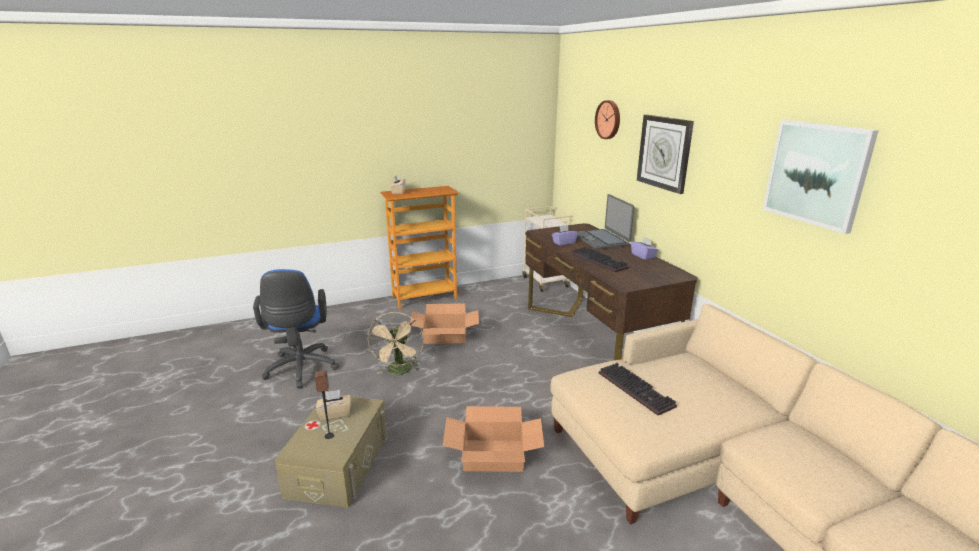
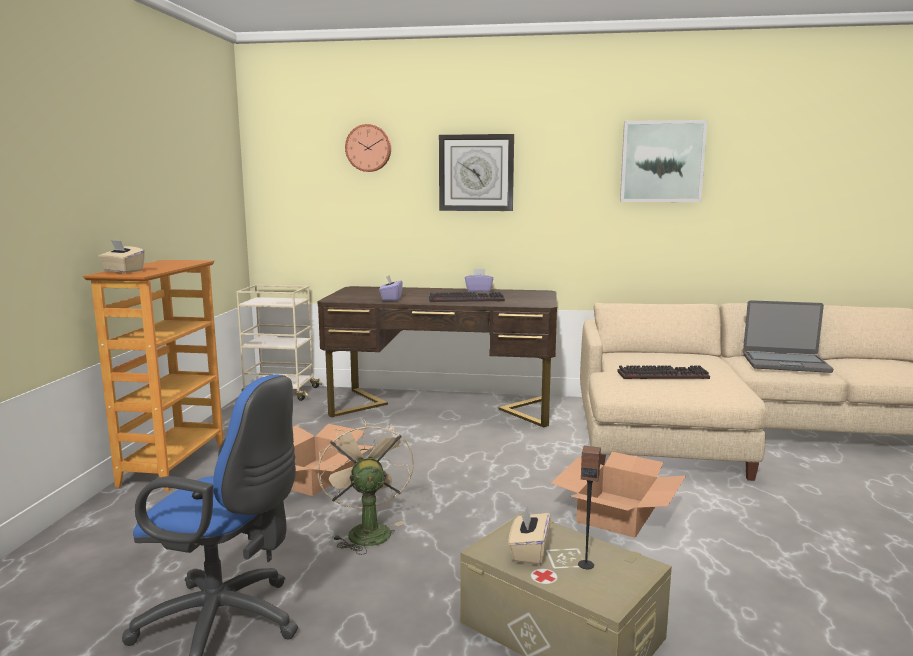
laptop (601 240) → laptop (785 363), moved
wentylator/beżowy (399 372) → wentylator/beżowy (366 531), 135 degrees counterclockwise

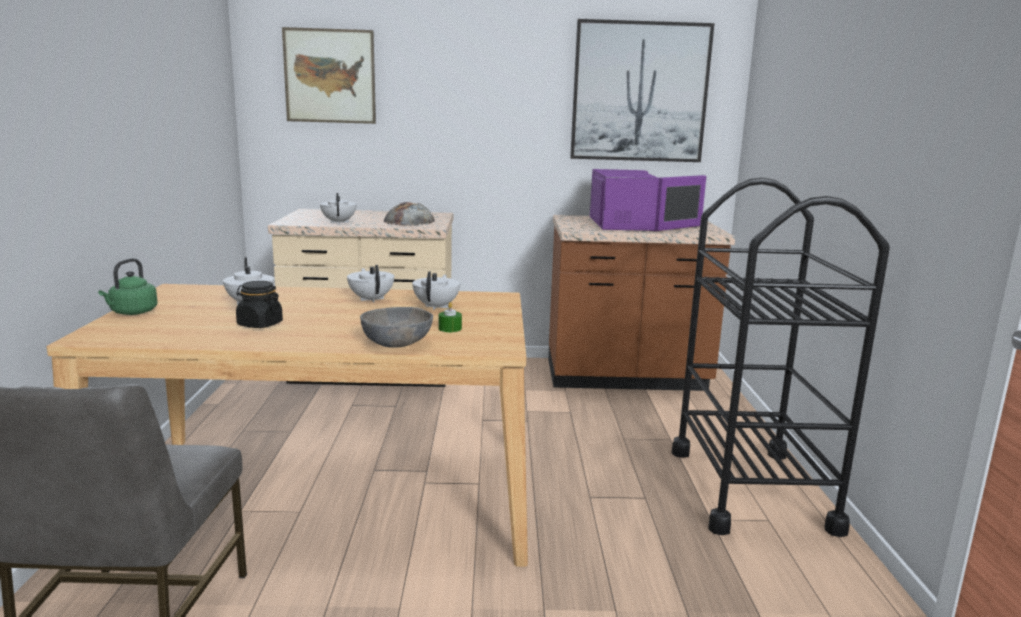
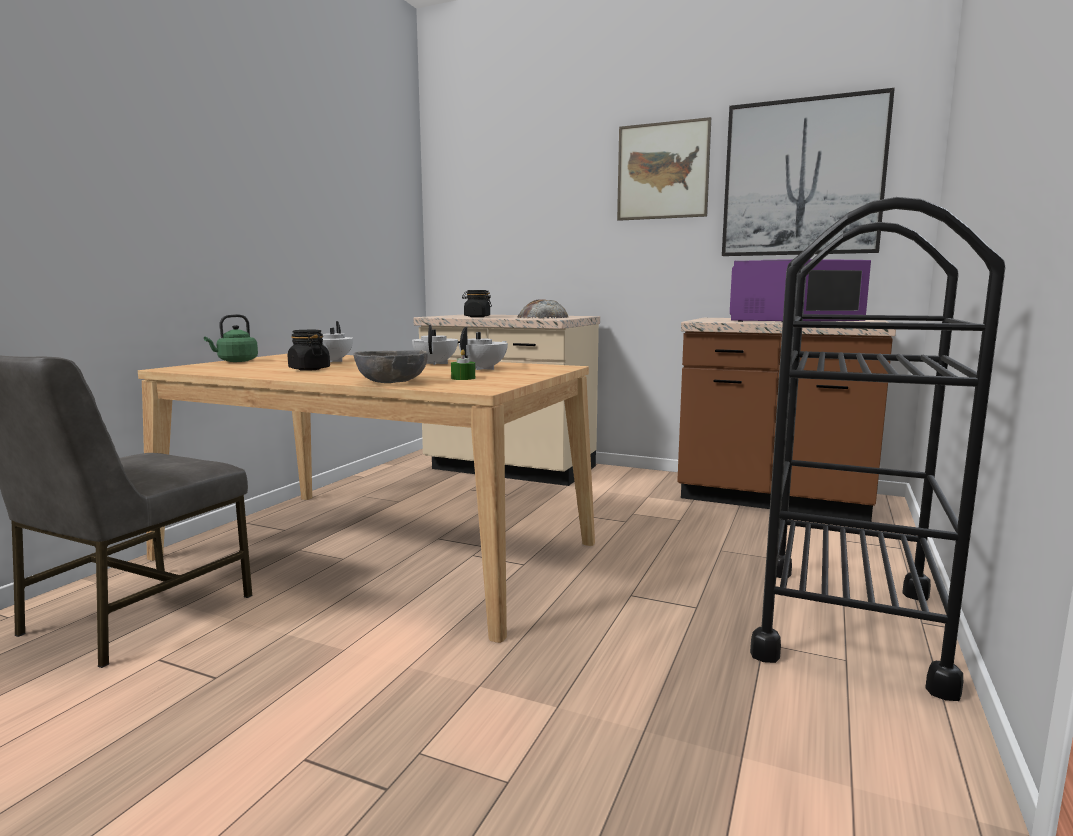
obraz (330 76) → obraz (662 171), moved
imbryk/biały (339 222) → słoik/czarny (477 317)

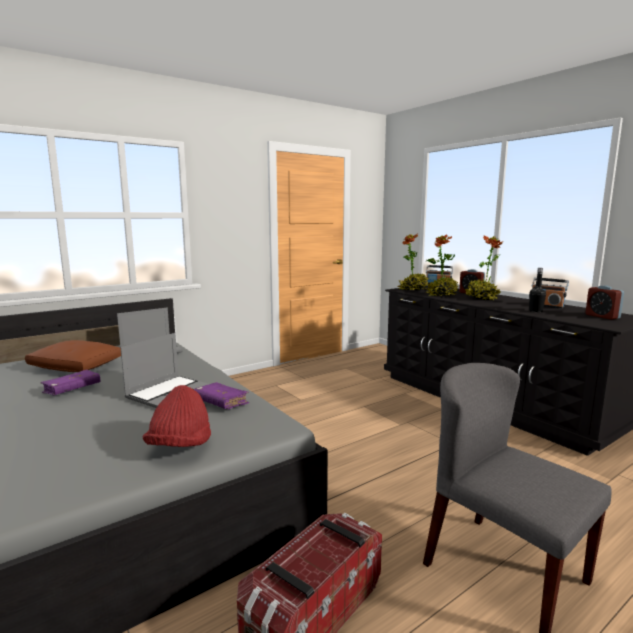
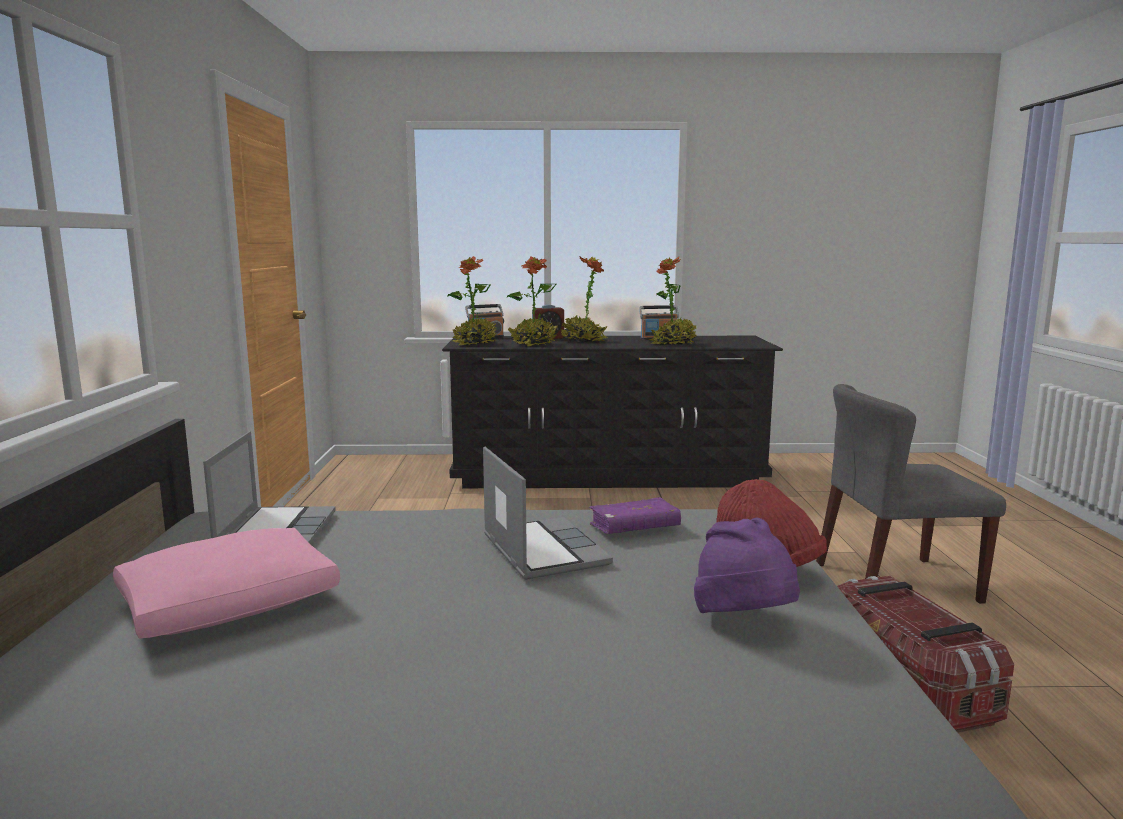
książka/fioletowy (72 389) → -
budzik (602 316) → -
- → kapelusz/fioletowy (745 622)
butelka/czarny (535 311) → roślina doniczkowa (673 344)
poduszka/brązowy (77 367) → poduszka/różowy (232 604)

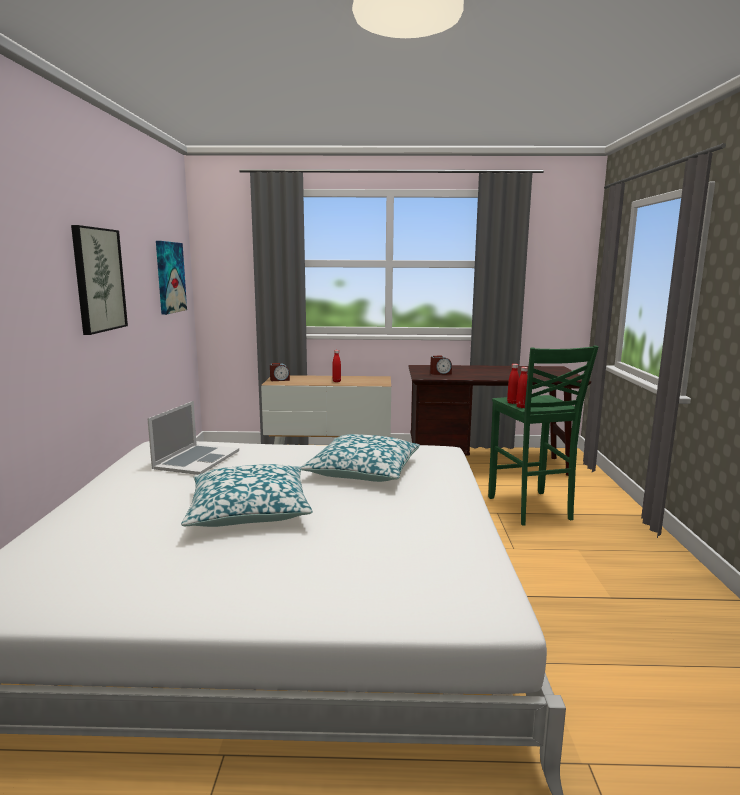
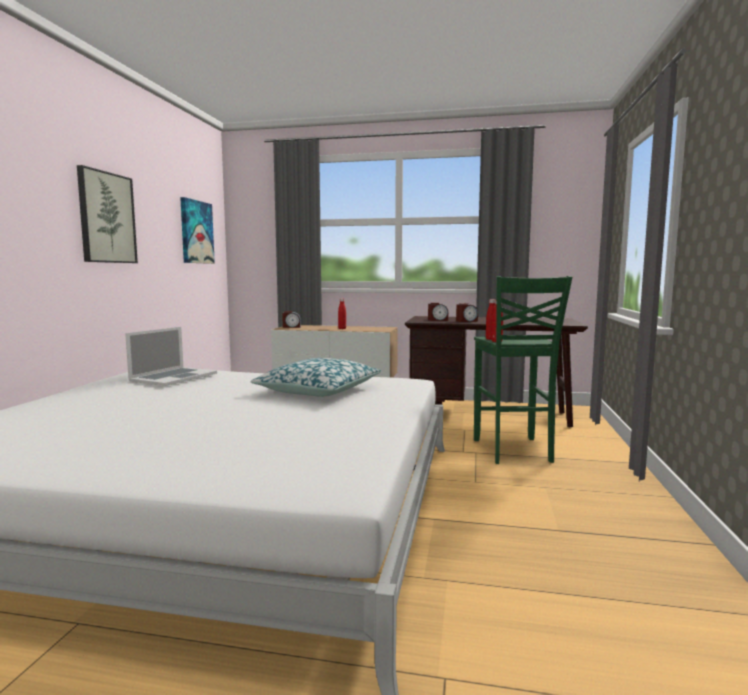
poduszka (249 510) → -
- → budzik (466 321)

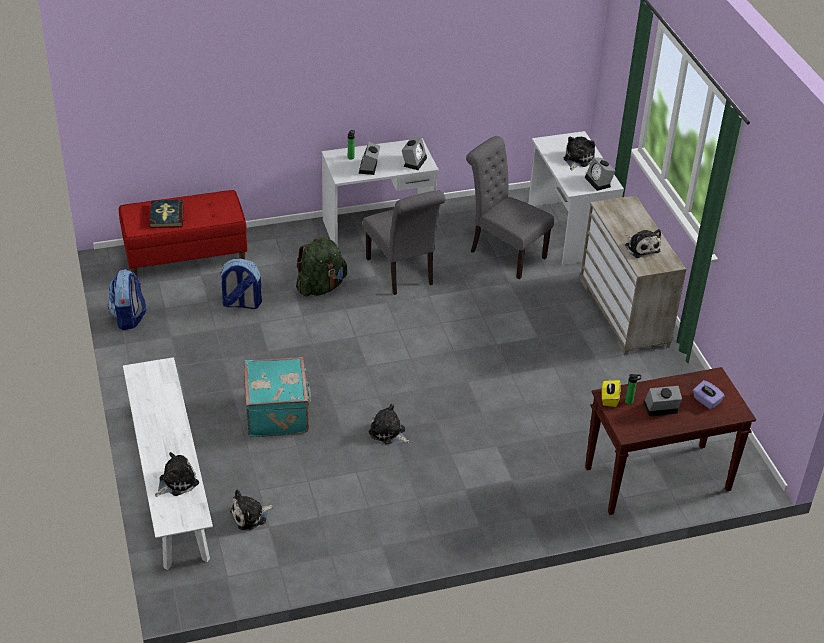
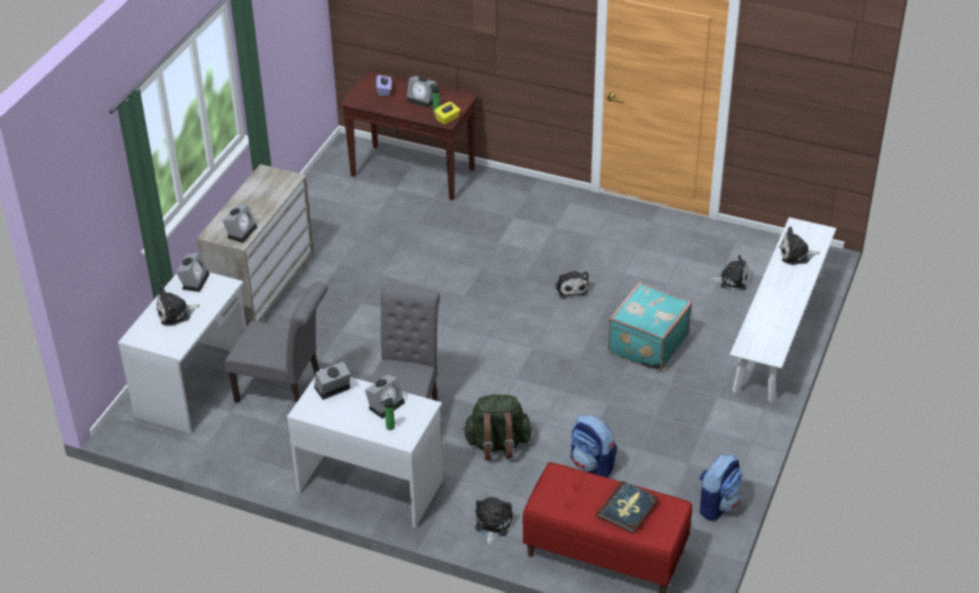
- → budzik (241 231)
pluszak (641 247) → pluszak (492 525), moved
krzesło/szary (503 253) → krzesło/szary (285 393), 60 degrees counterclockwise

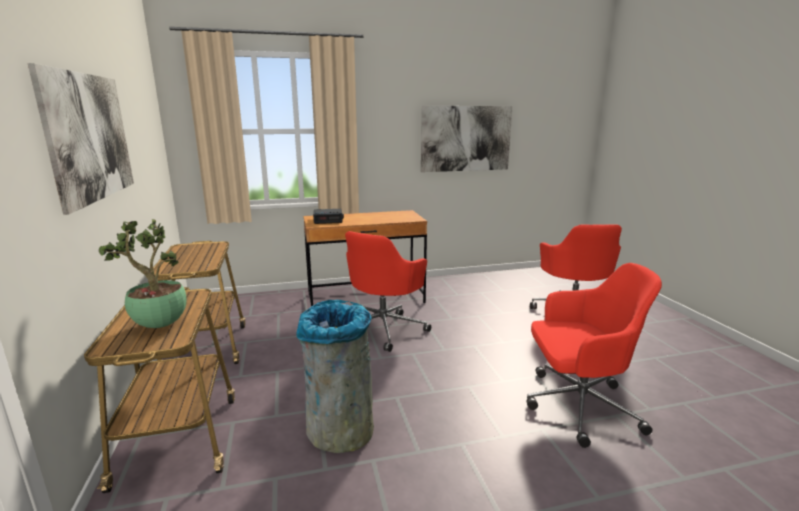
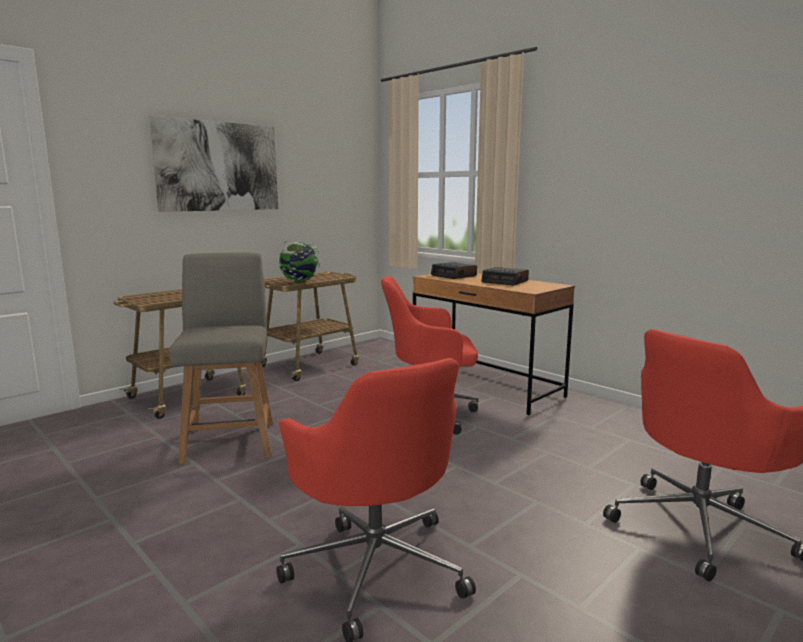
roślina doniczkowa (159 325) → -
obraz (466 138) → -
- → globus (299 281)
- → budzik (505 281)
kosz na śmieci/szary (339 429) → krzesło/szary (230 440)

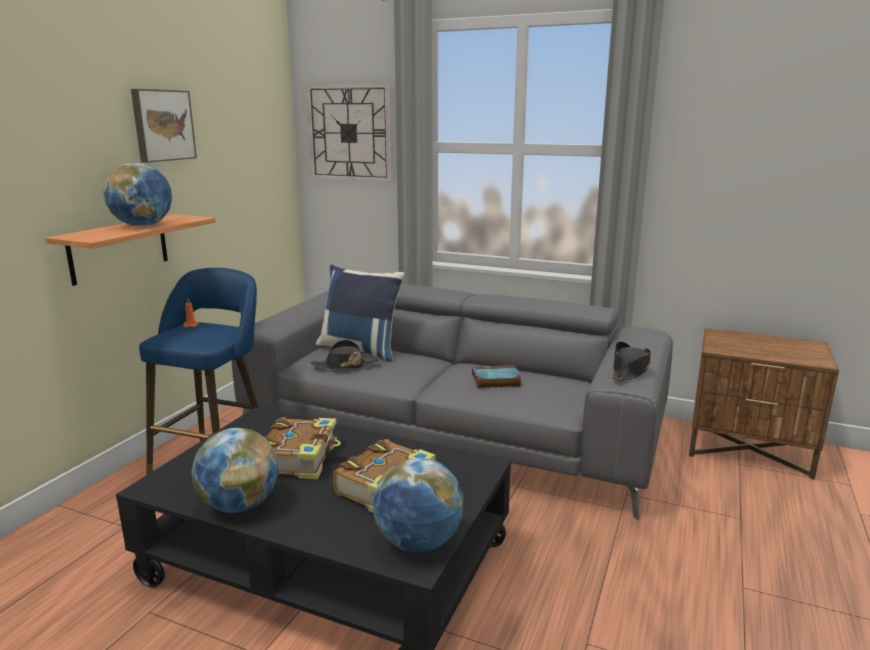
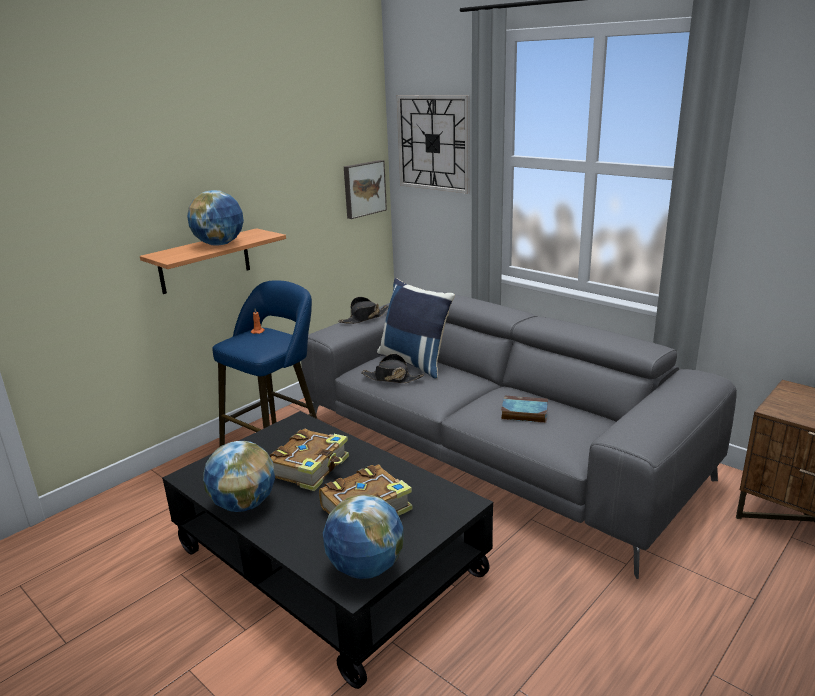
obraz (162 125) → obraz (363 188), moved
kapelusz/czarny (630 370) → kapelusz/czarny (364 318), moved

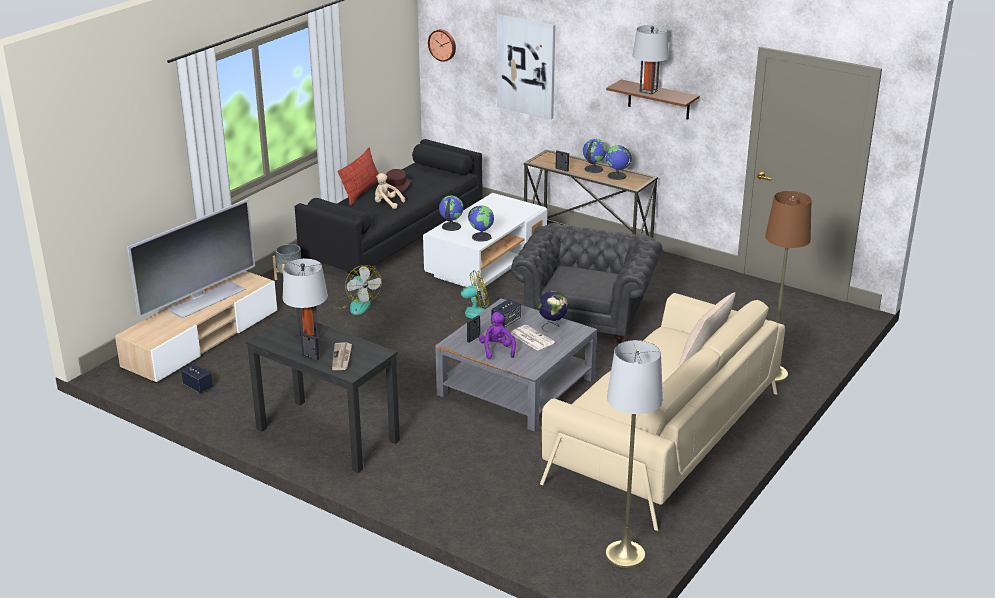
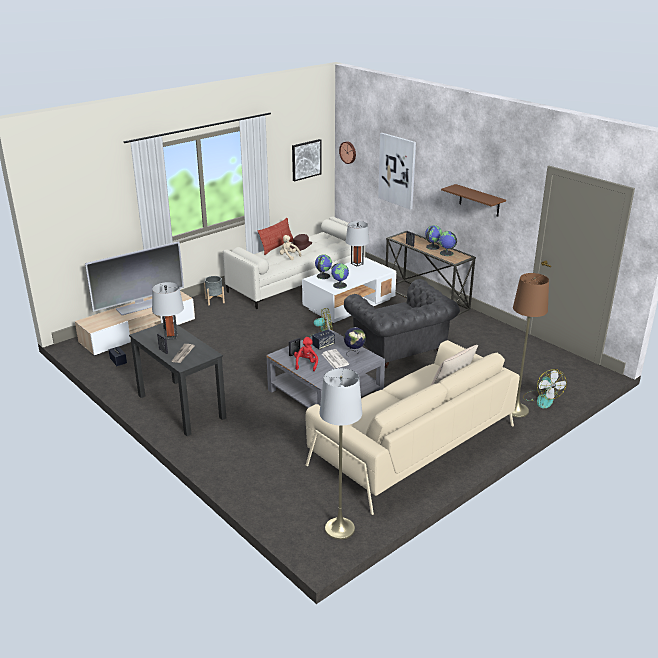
- → obraz (306 159)
wentylator (357 304) → wentylator (542 399), moved
lampa stołowa/szary (648 91) → lampa stołowa/szary (357 263), moved
kanapa/czarny (394 236) → kanapa/beżowy (297 280)
pluszak/fioletowy (497 350) → pluszak/czerwony (306 364)
fotel/szary (586 315) → fotel/szary (400 349), 120 degrees clockwise

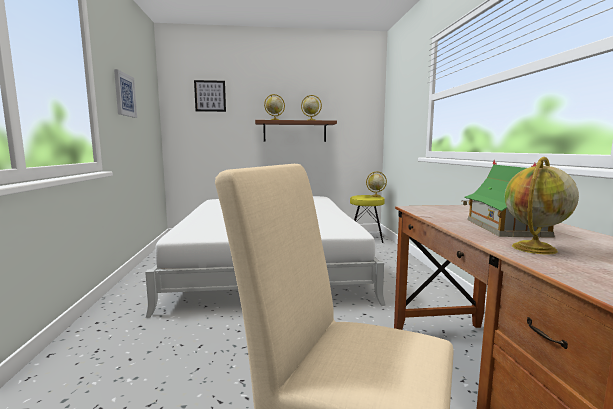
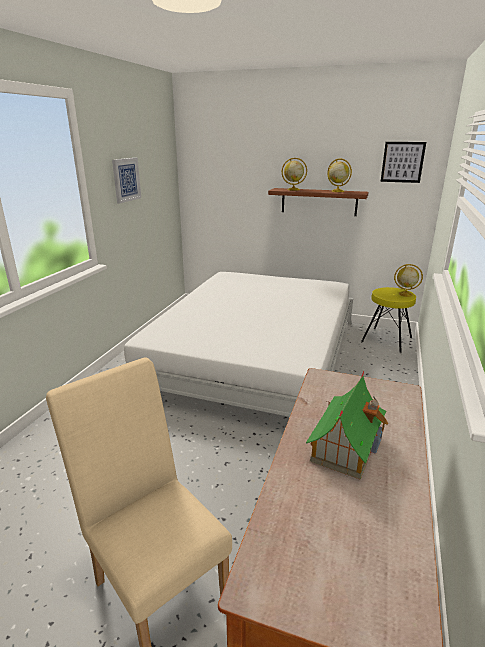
globus (534 249) → -
obraz (210 96) → obraz (402 162), moved

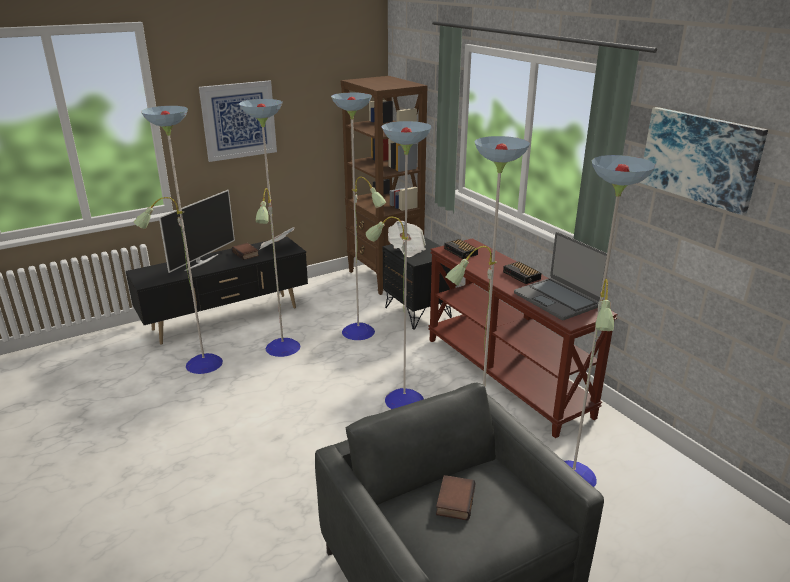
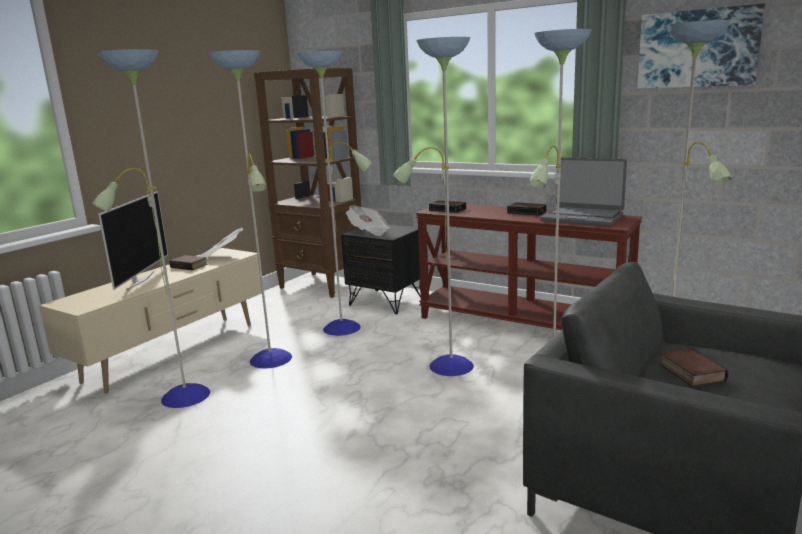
obraz (239 120) → -
szafka pod telewizor/czarny (227 319) → szafka pod telewizor/beżowy (175 352)

